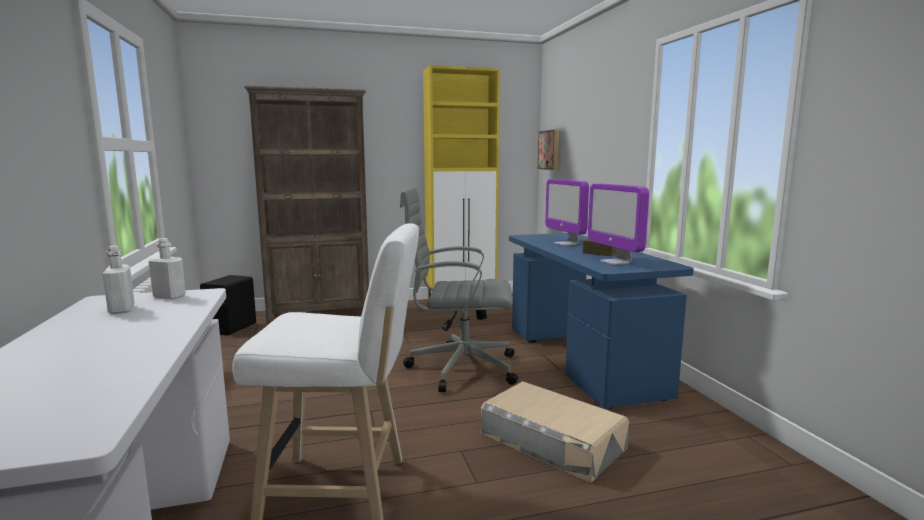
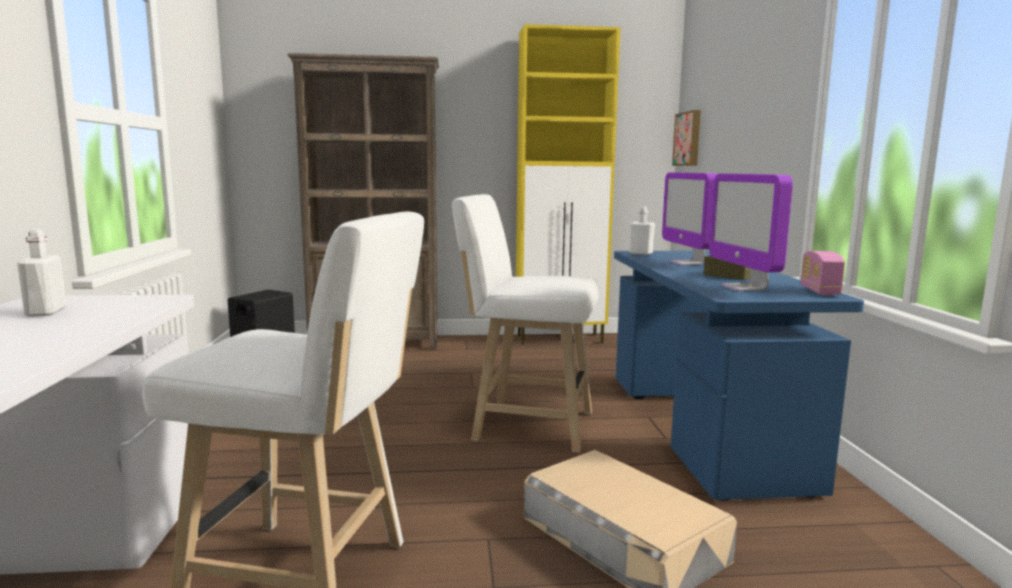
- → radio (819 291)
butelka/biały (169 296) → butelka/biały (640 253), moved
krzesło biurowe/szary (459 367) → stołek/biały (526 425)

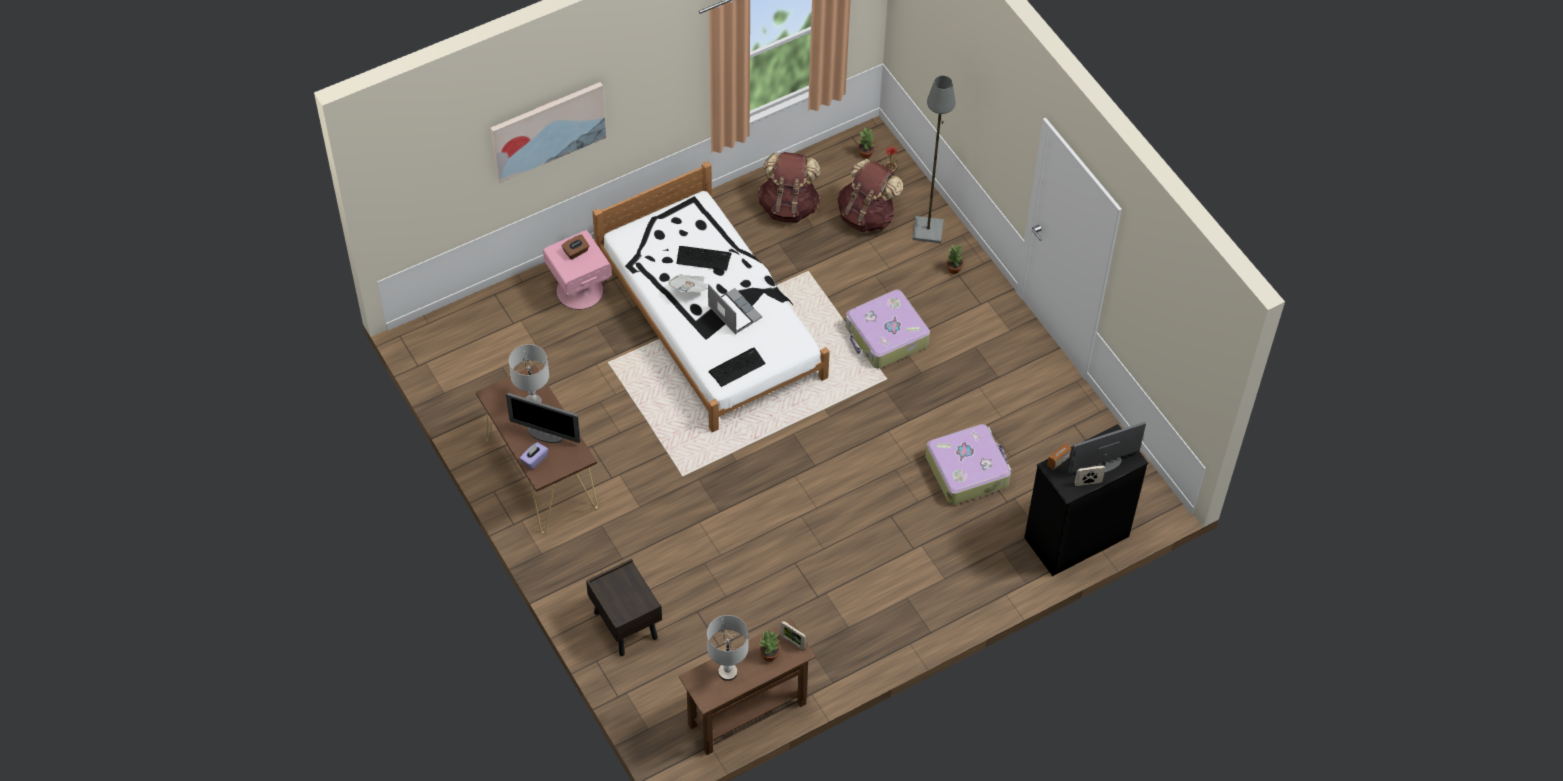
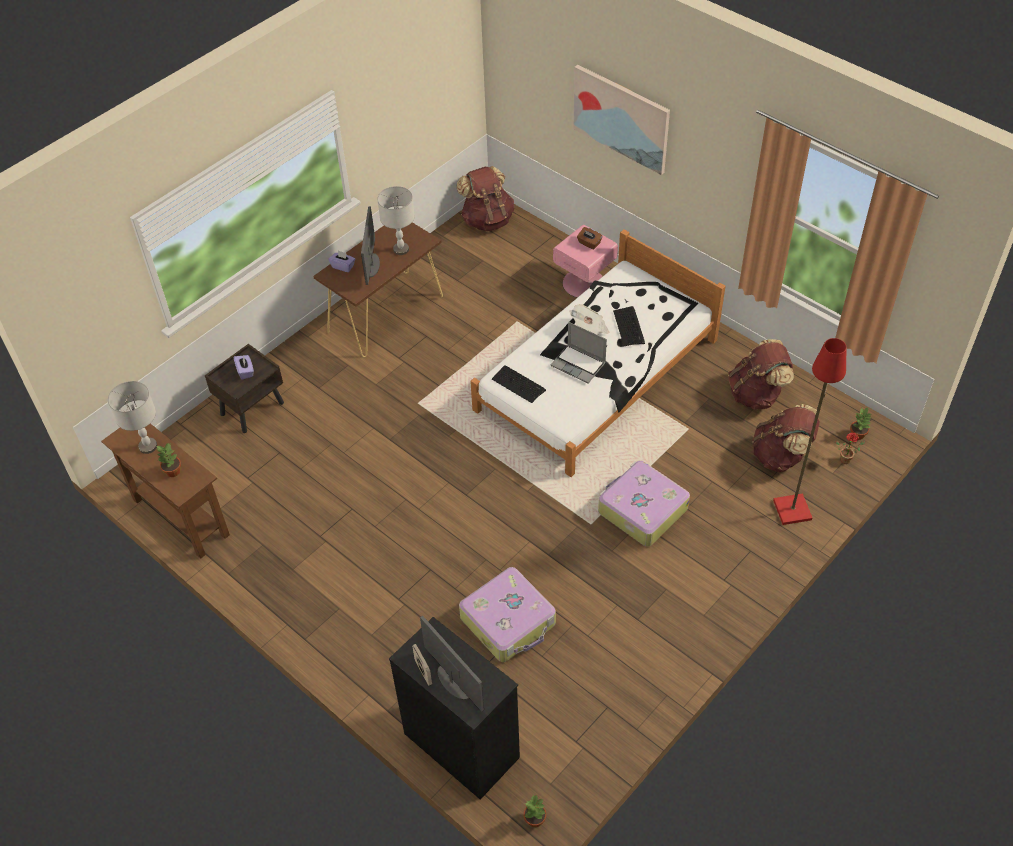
ramka na zdjęcie (792 642) → -
radio (1058 461) → -
- → pudełko chusteczek/fioletowy (245 371)
- → plecak/brązowy (487 220)
roślina doniczkowa (954 269) → roślina doniczkowa (534 820), moved
lampa stojąca/szary (928 230) → lampa stojąca/czerwony (793 510)
laptop (733 312) → laptop (579 364), 90 degrees clockwise

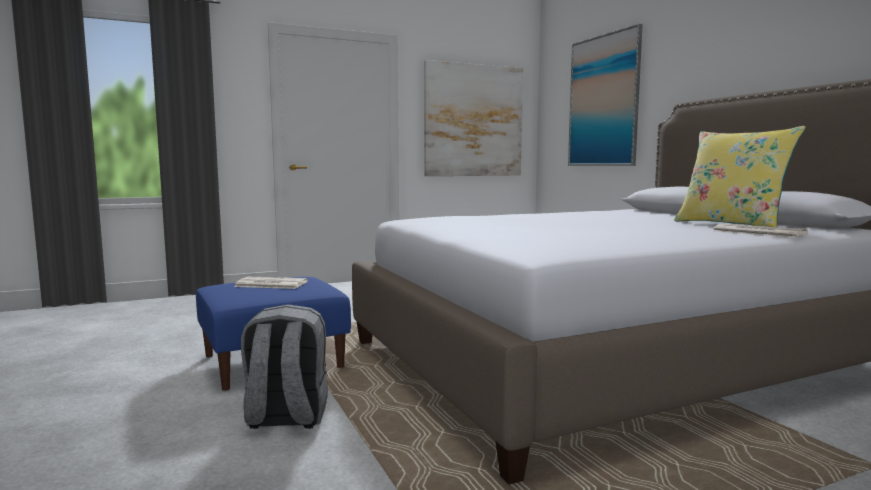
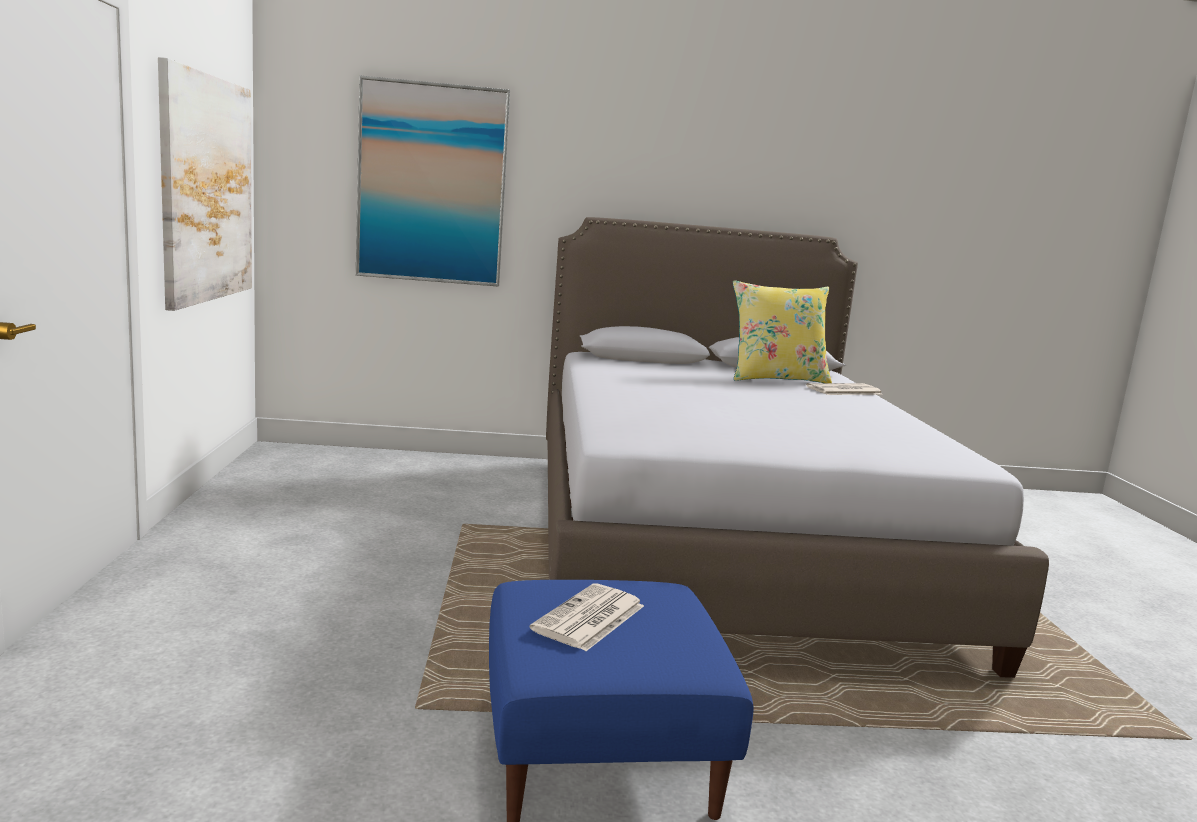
plecak/szary (286 417) → -

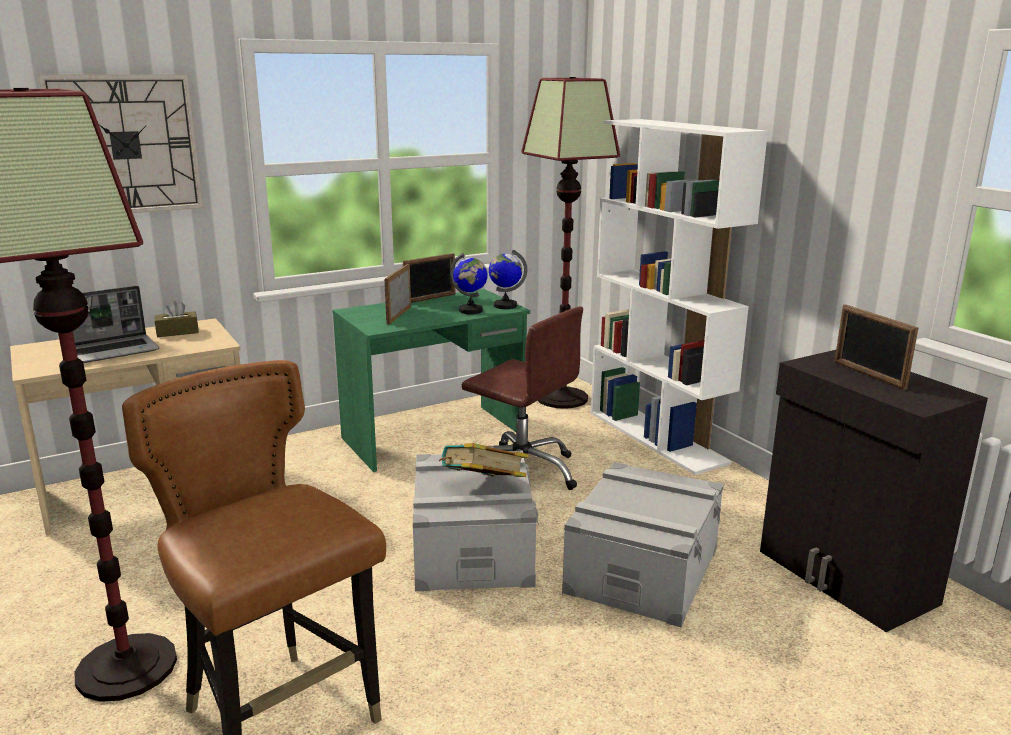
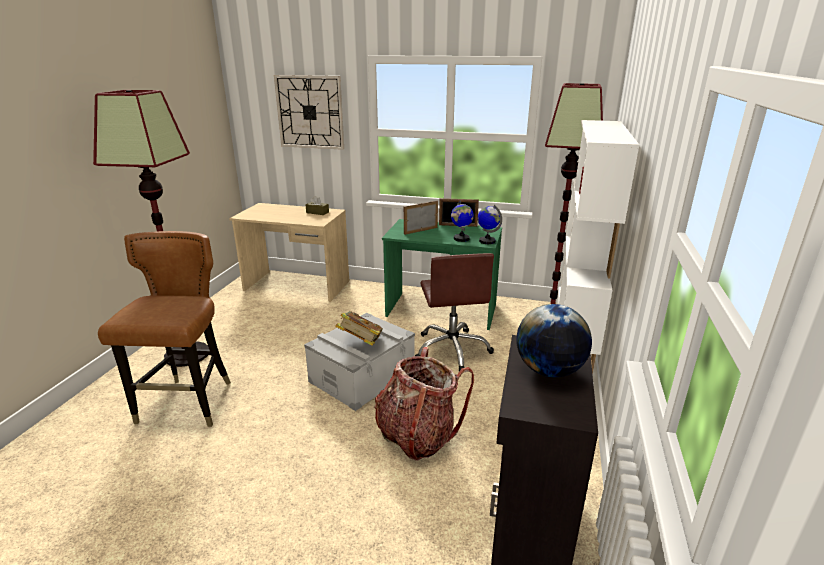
laptop (112 351) → -
pojemnik do przechowywania/szary (642 570) → plecak (418 435)
ramka na zdjęcie (868 375) → globus (549 370)

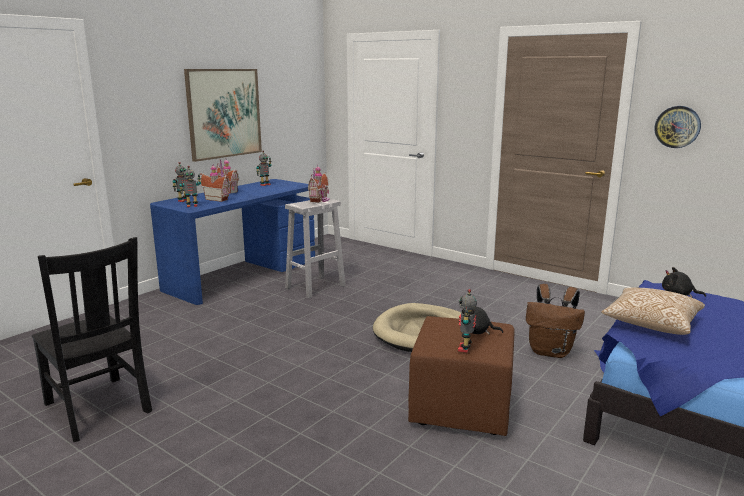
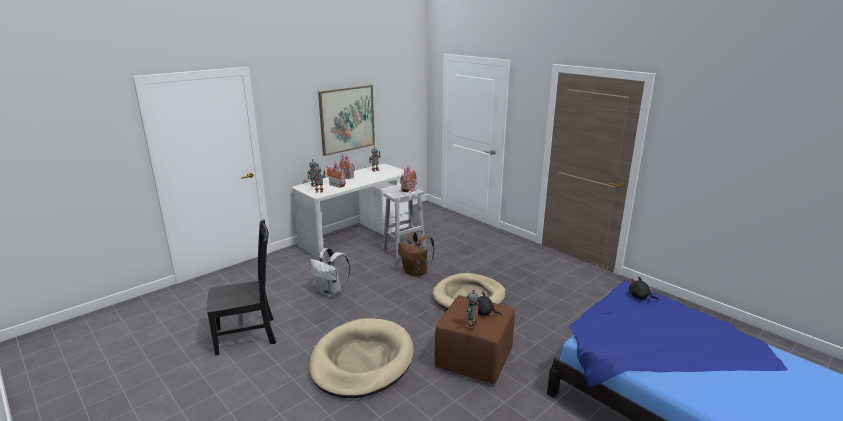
poduszka (651 324) → -
zegar ścienny (677 127) → -
- → legowisko/beżowy (362 361)
- → plecak/biały (330 292)
plecak/brązowy (551 352) → plecak/brązowy (416 272), moved
biurko/niebieski (242 274) → biurko/biały (356 235)
krzesło/czarny (99 409) → krzesło/czarny (248 335), 75 degrees counterclockwise

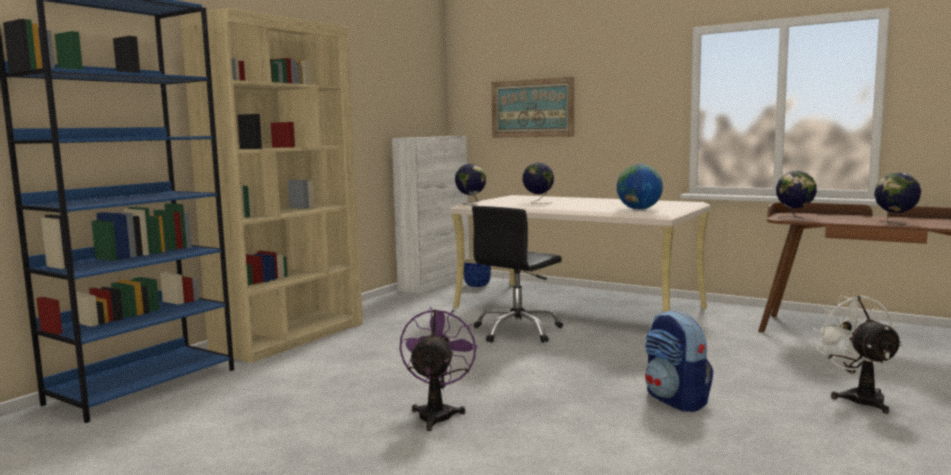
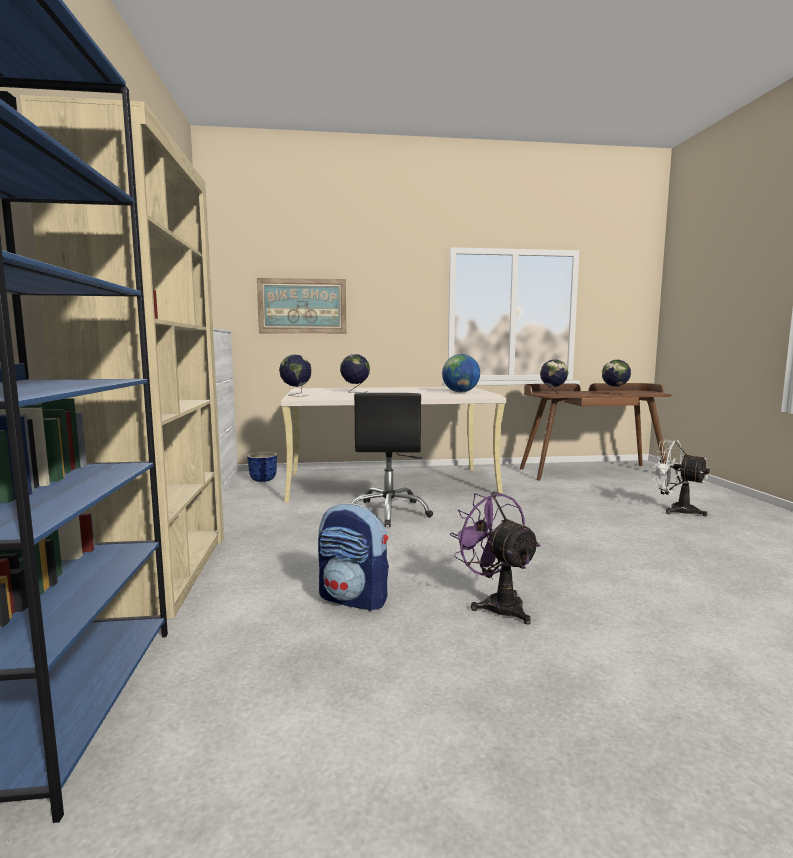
plecak (676 400) → plecak (354 599), moved

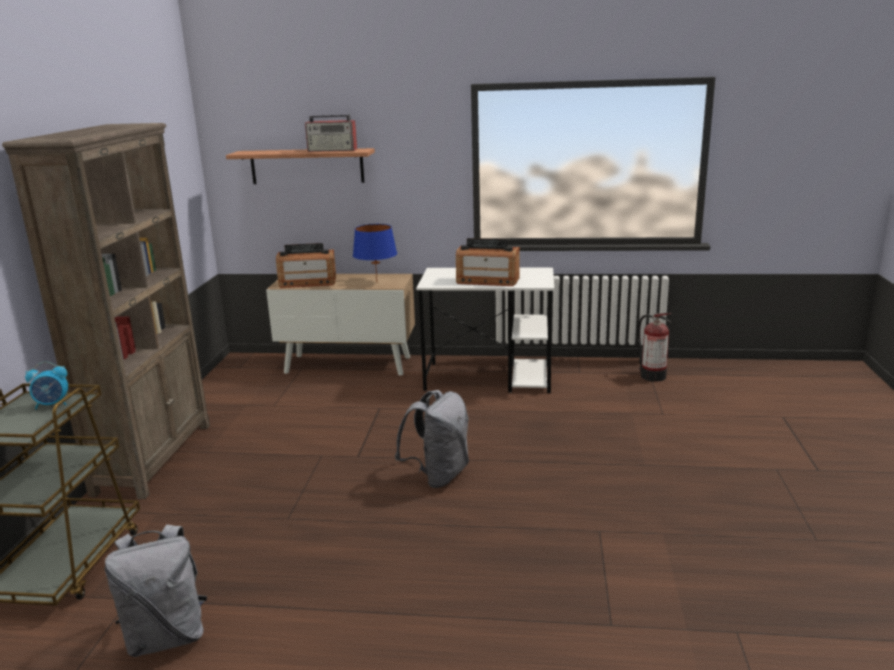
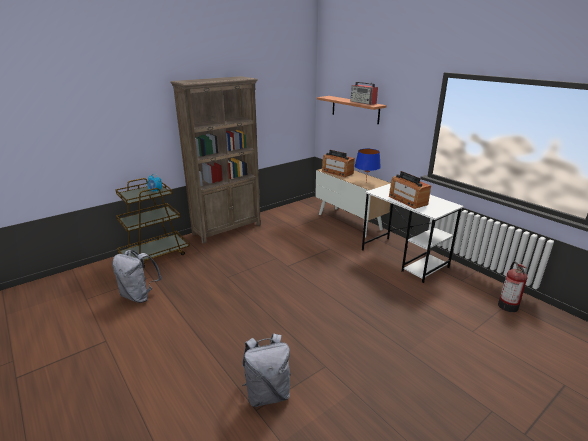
plecak/szary (438 475) → plecak/szary (267 393), moved

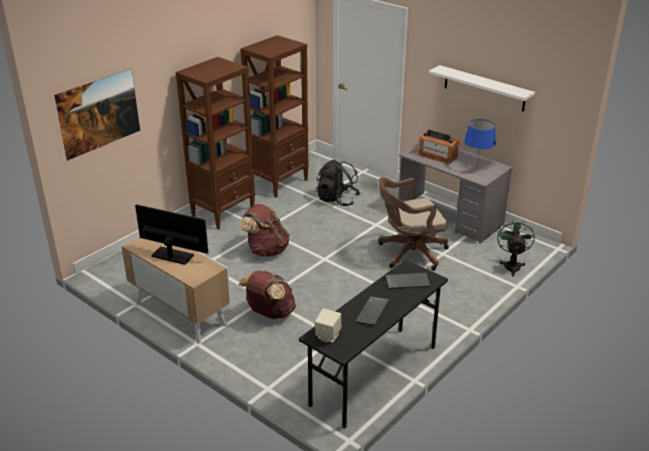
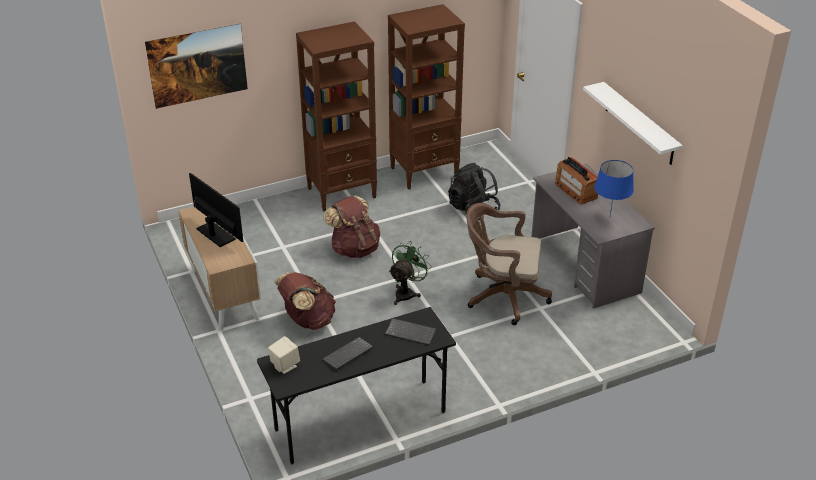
wentylator/zielony (512 265) → wentylator/zielony (407 293), moved

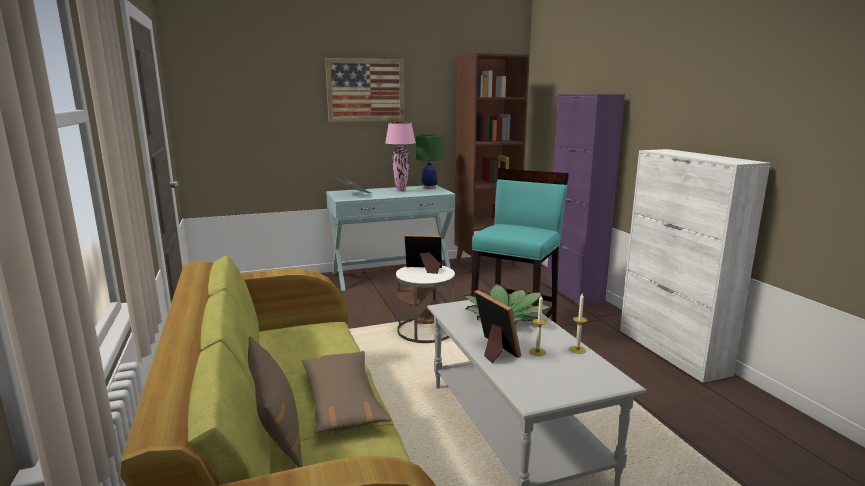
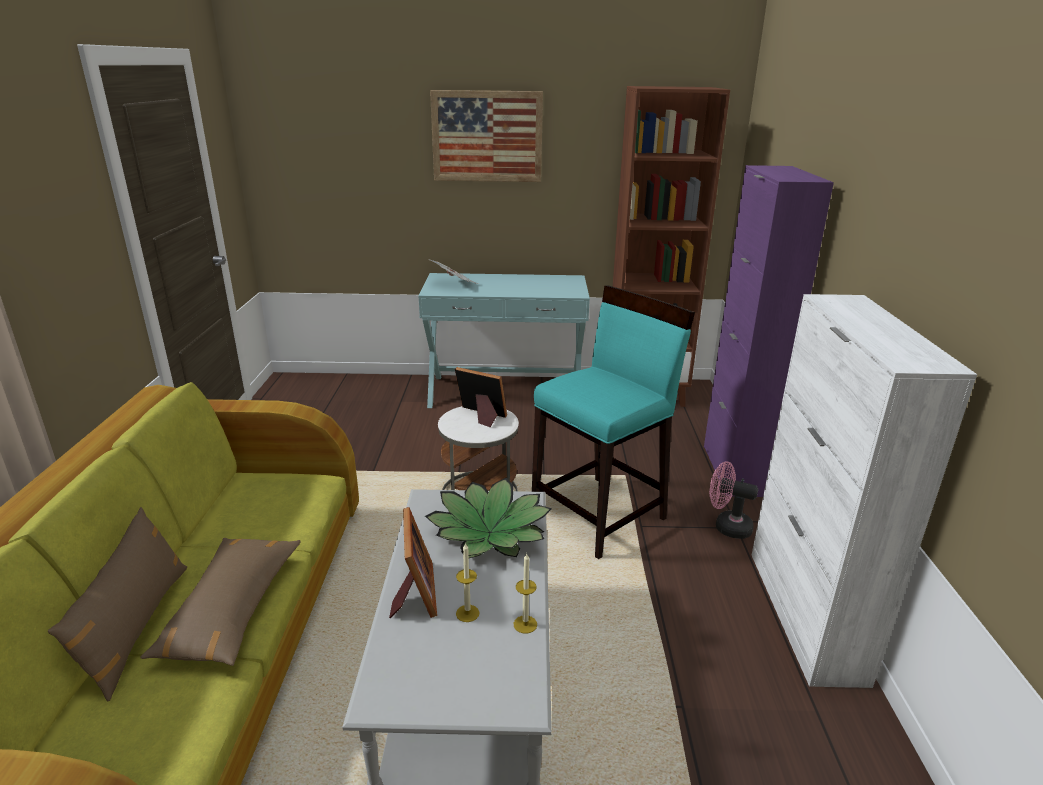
lampa stołowa/różowy (400 190) → -
lampa stołowa/zielony (429 187) → -
- → wentylator/różowy (727 526)

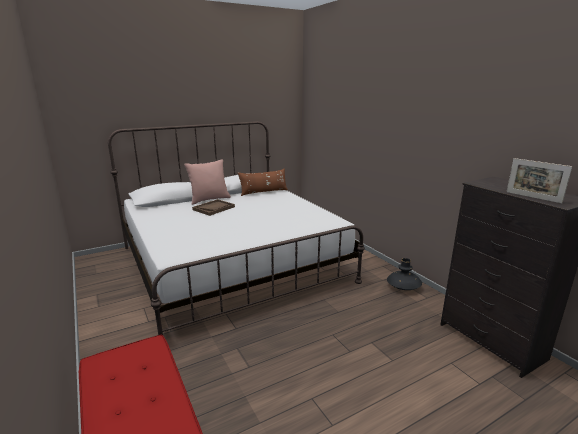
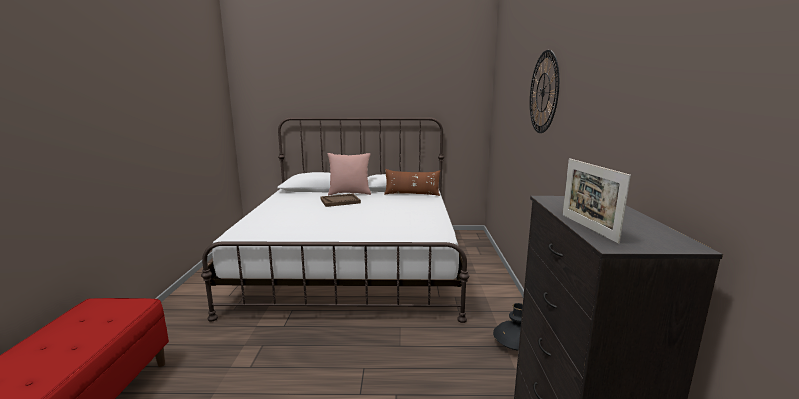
- → zegar ścienny (543 92)

